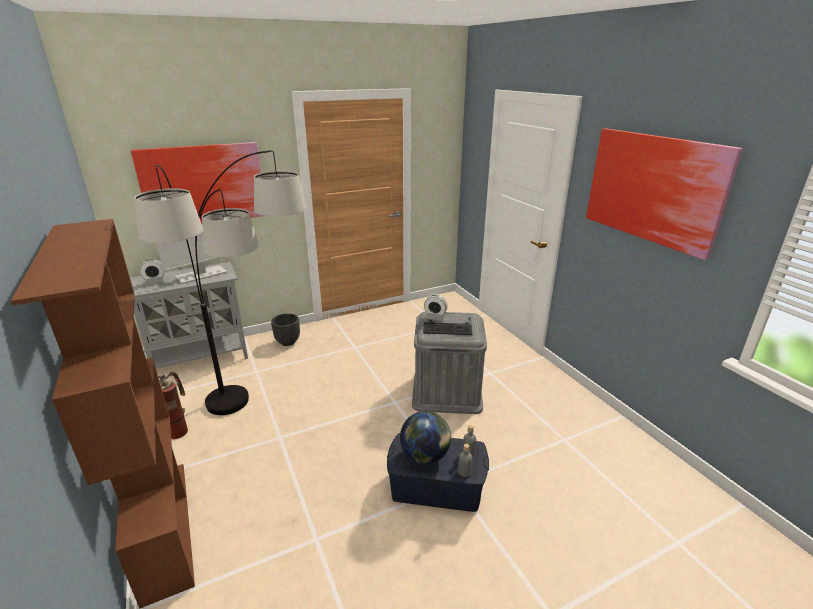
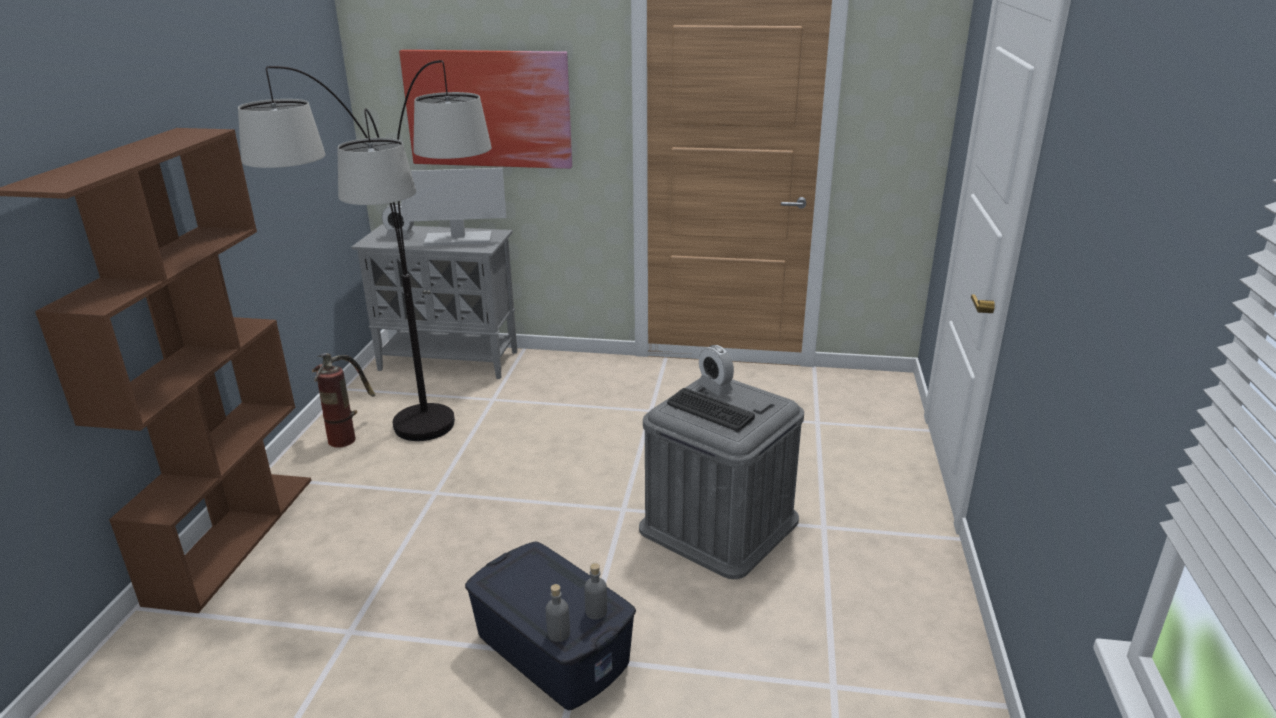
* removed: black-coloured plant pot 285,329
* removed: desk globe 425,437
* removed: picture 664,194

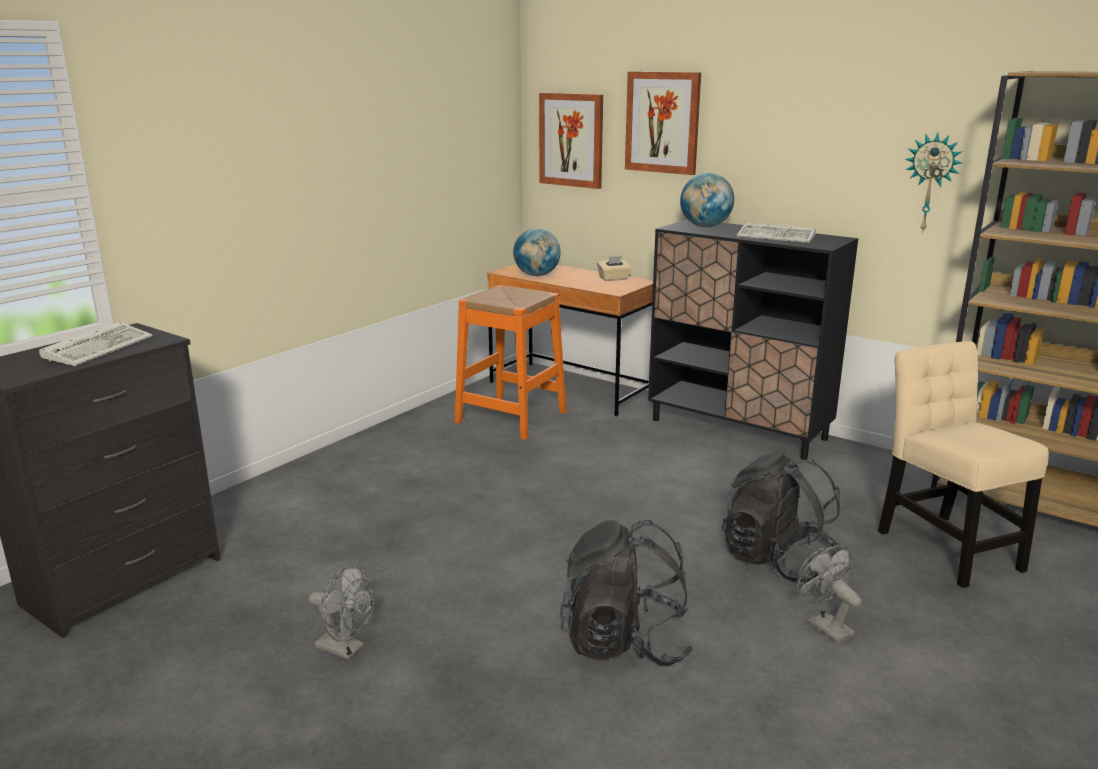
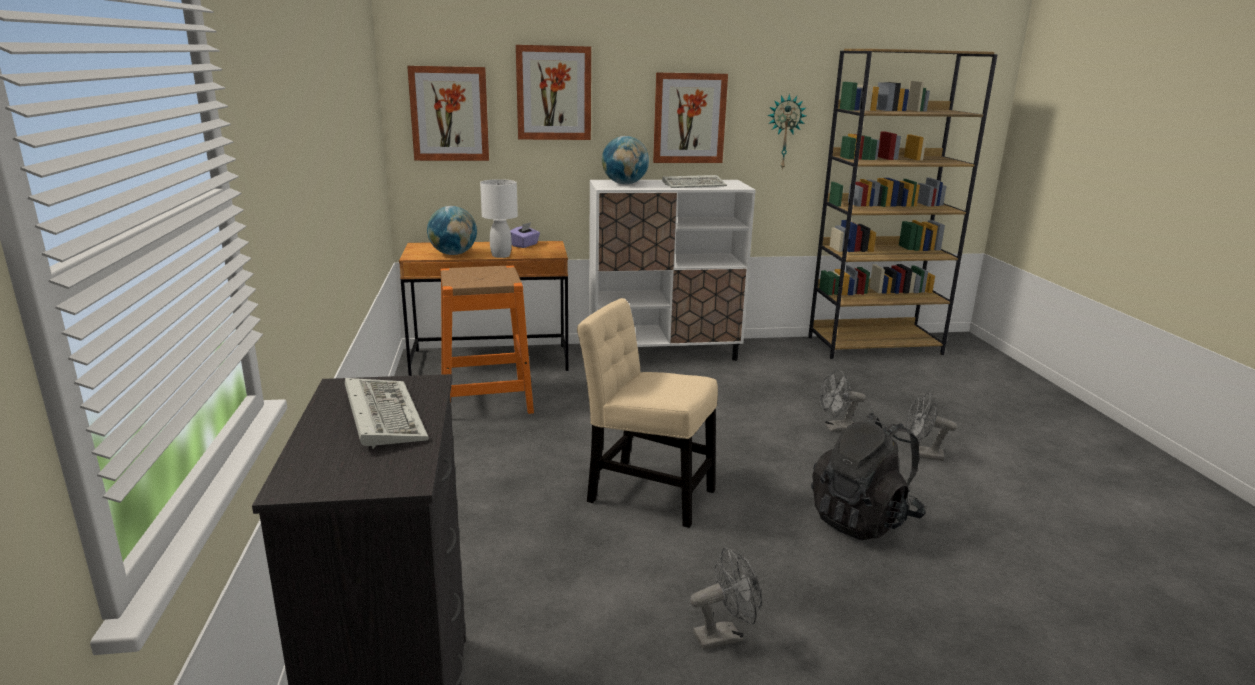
* added: white table lamp 499,218
* added: picture 690,117
* moved: beige chair 963,464 to 647,413
* replaced: black-coloured rucksack 781,516 to grey fan 843,401
* recoloured: beige tissue holder 614,268 to purple-coloured tissue holder 525,235
* recoloured: black-coloured cupboard 753,339 to white cupboard 672,270

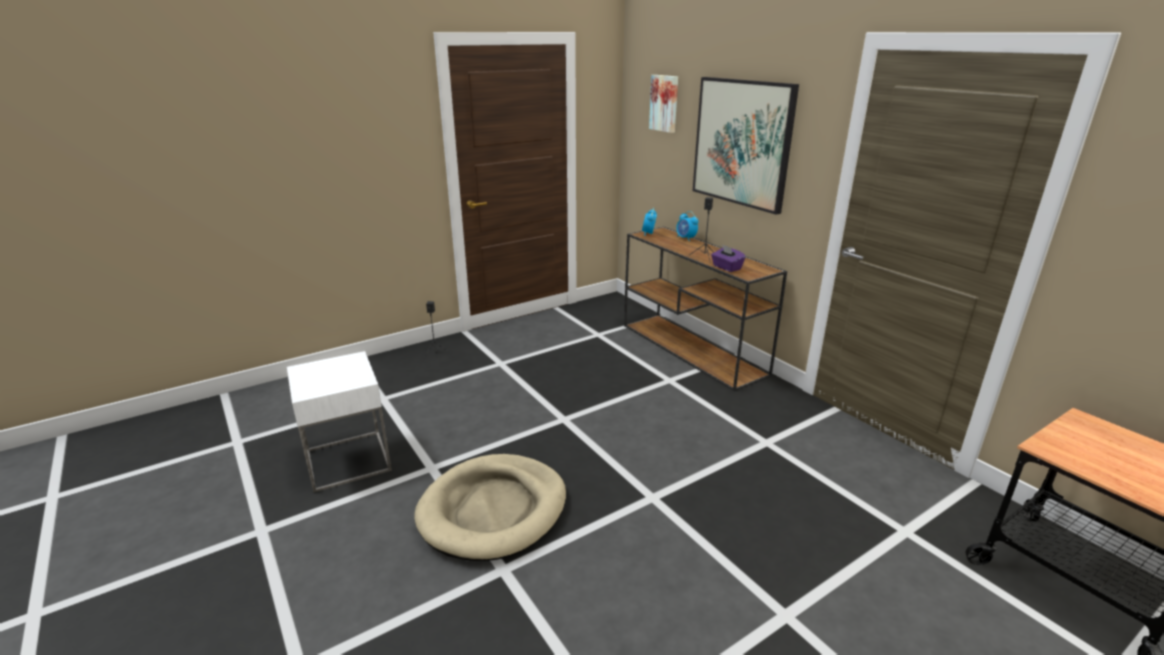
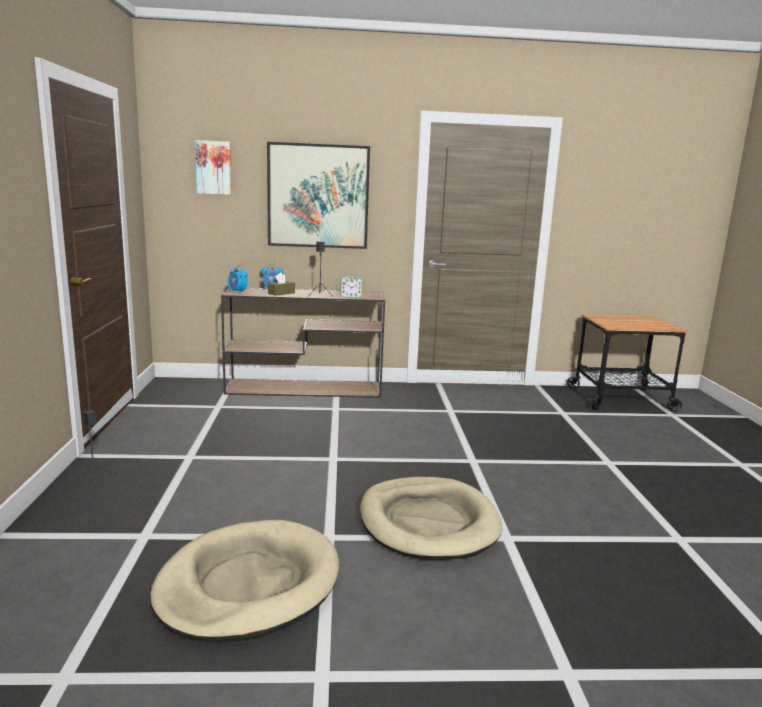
* added: brownish tissue holder 281,284
* replaced: white accent table 339,421 to beige dog cushion 244,581
* replaced: purple-coloured tissue holder 728,258 to bedside clock 351,287

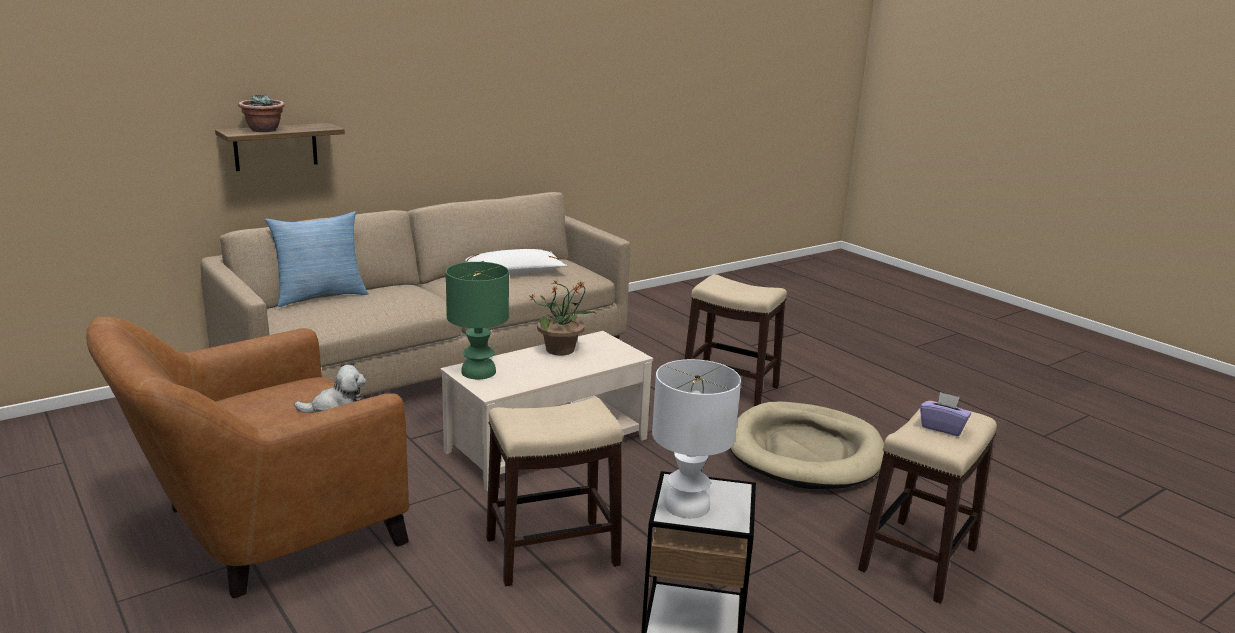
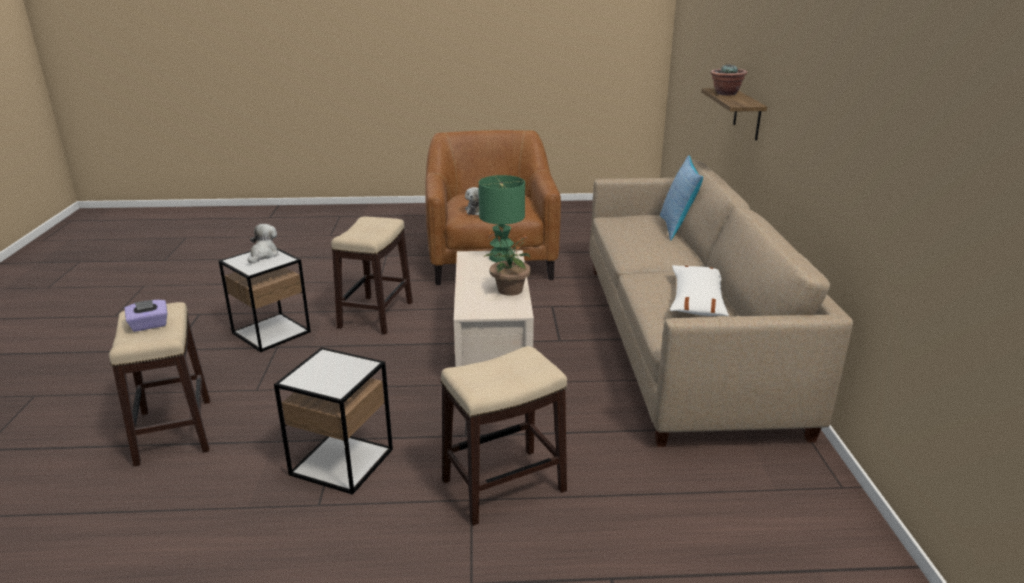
* replaced: white table lamp 696,438 to plush toy 263,244
* replaced: beige dog cushion 807,445 to accent table 333,421

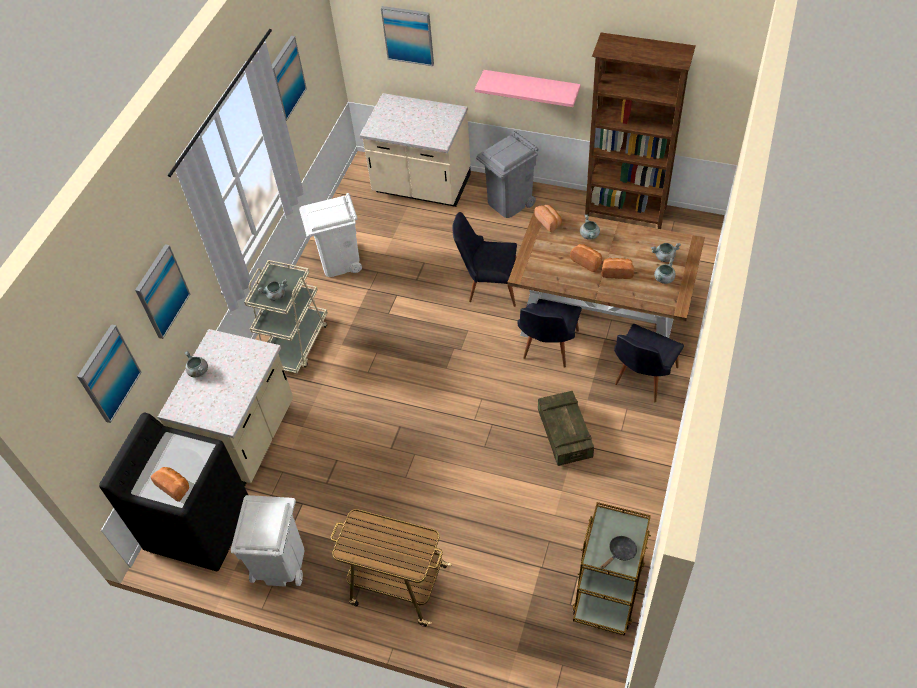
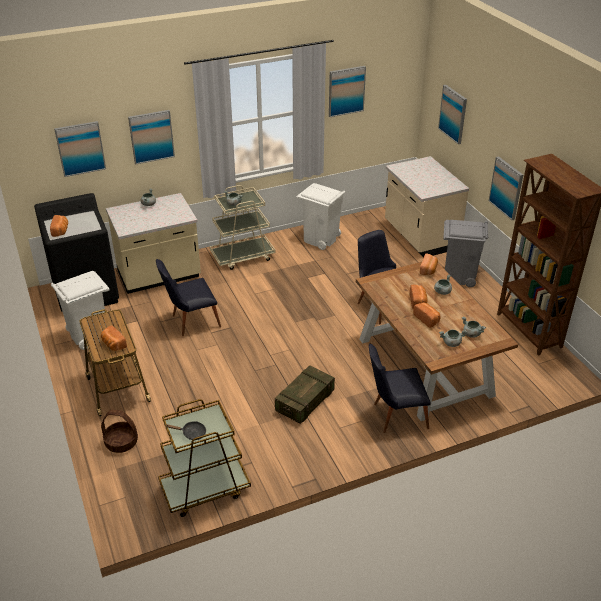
* added: baked bread 114,338
* added: basket 119,431
* moved: black-coloured chair 550,333 to 188,297
* replaced: pinkish wall shelf 528,88 to picture 506,188

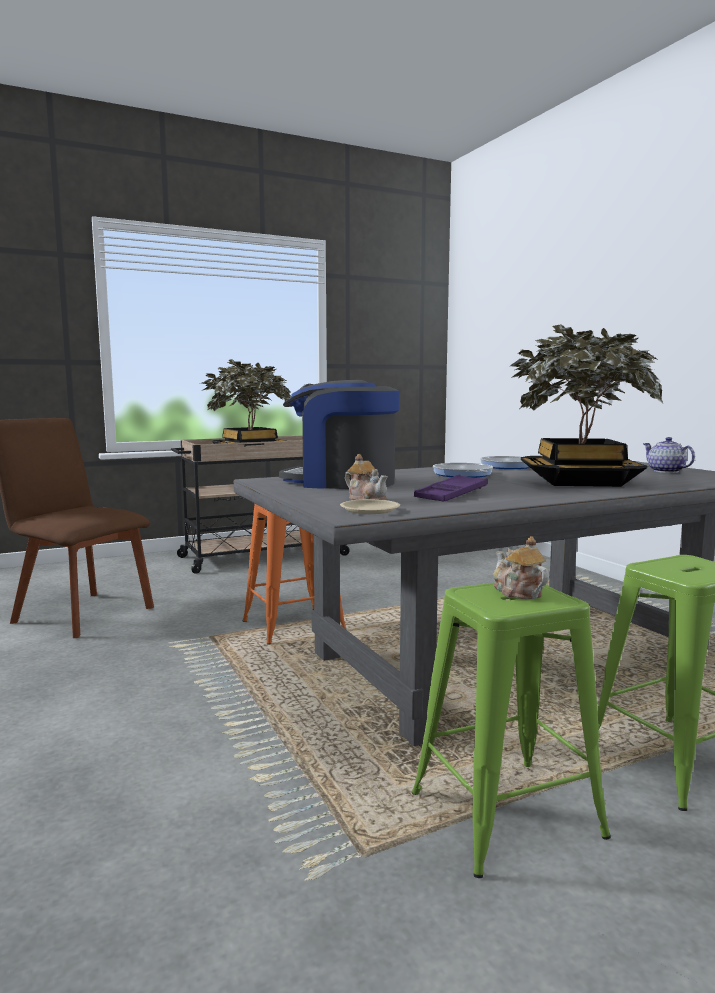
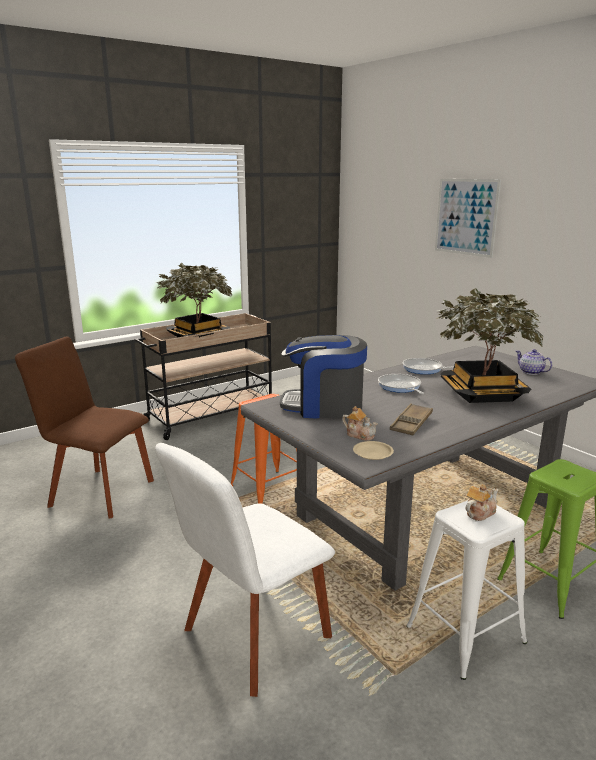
* added: white chair 245,570
* added: picture 468,218
* recoloured: greenish stool seat 511,730 to white stool seat 466,590
* recoloured: purple-coloured tray 451,488 to brownish tray 411,419
* turned: tea pot 521,567 = 481,502 90 degrees clockwise

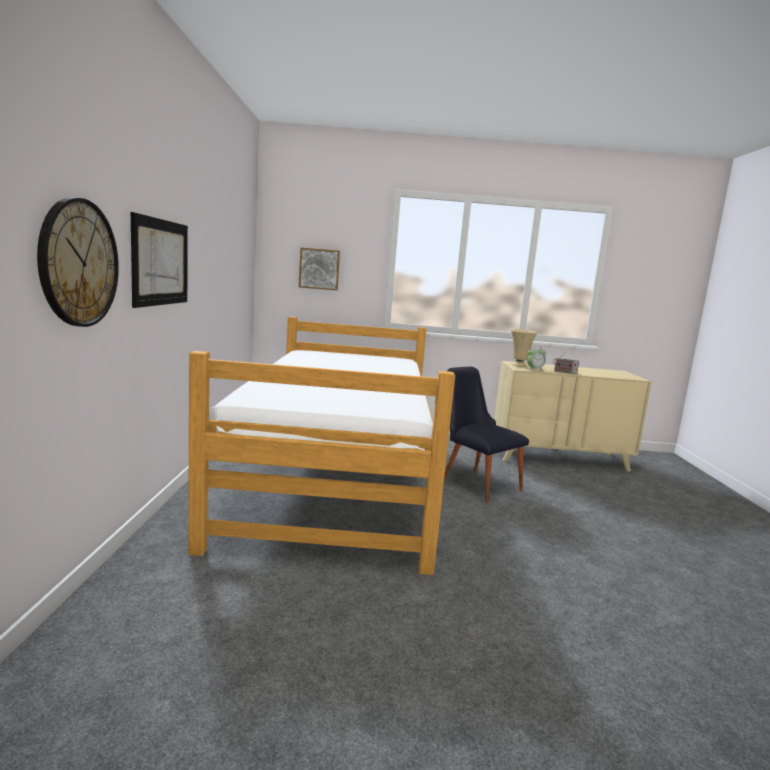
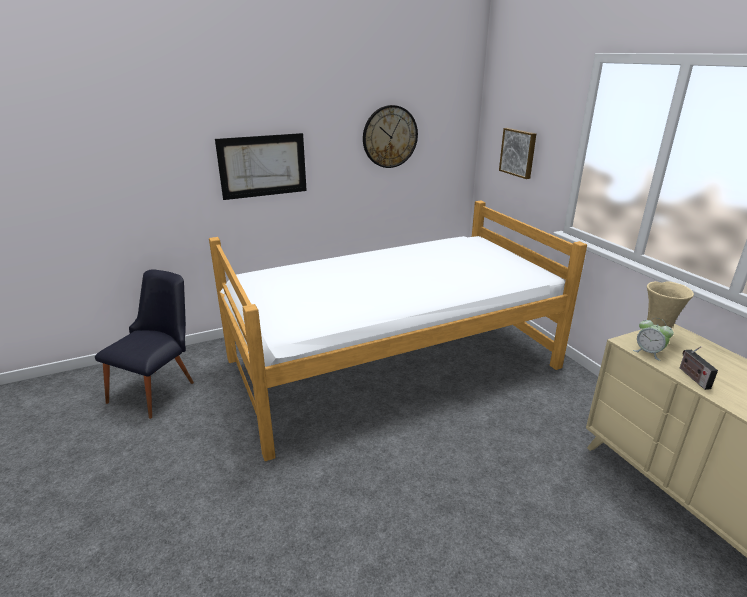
* moved: wall clock 78,262 to 390,136
* moved: black-coloured chair 486,434 to 144,344

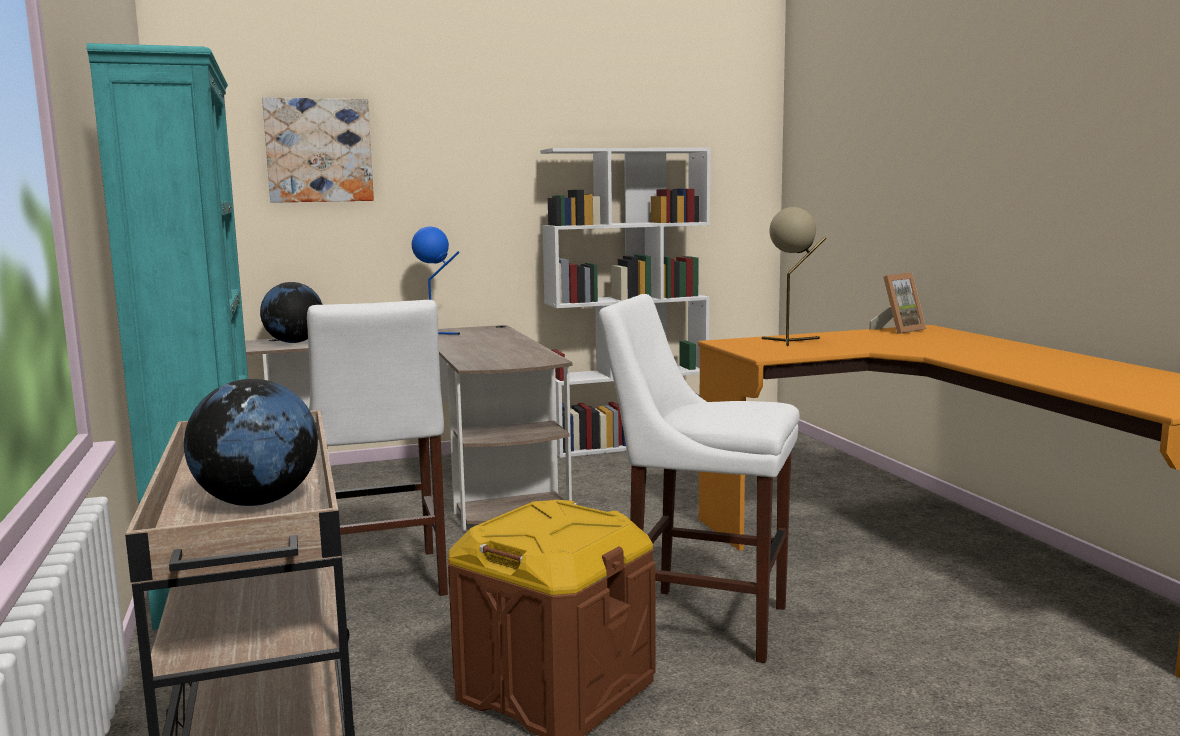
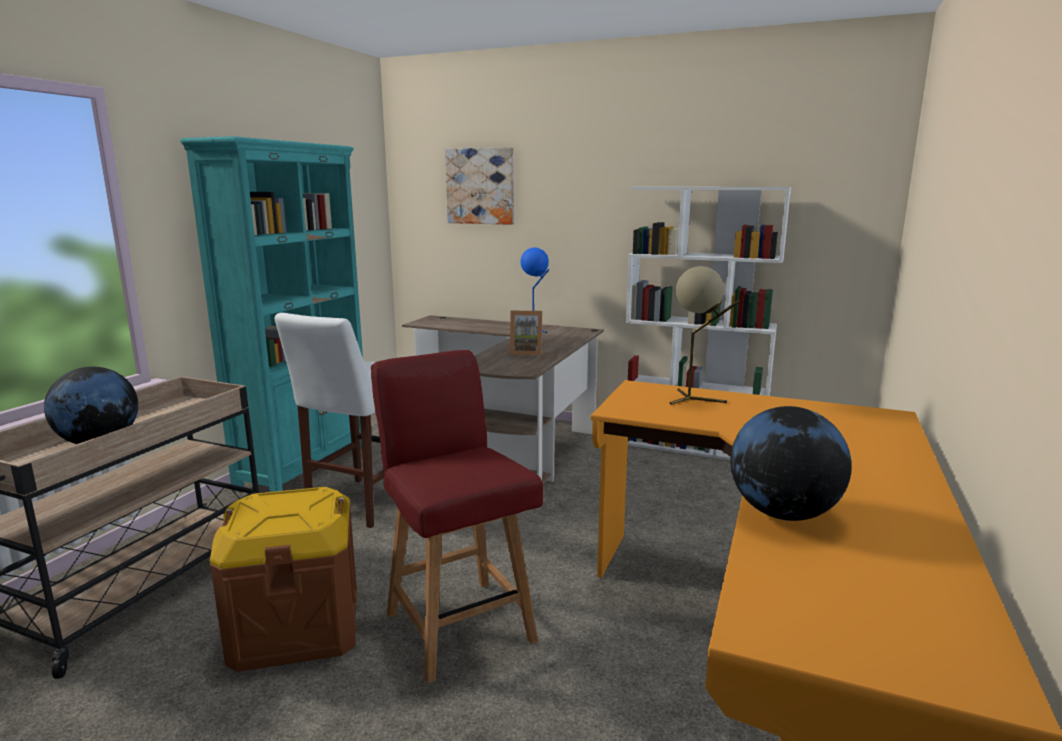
* moved: desk globe 291,312 to 791,463
* moved: standing frame 897,303 to 526,333
* replaced: white stool seat 699,478 to red-coloured chair 457,517

